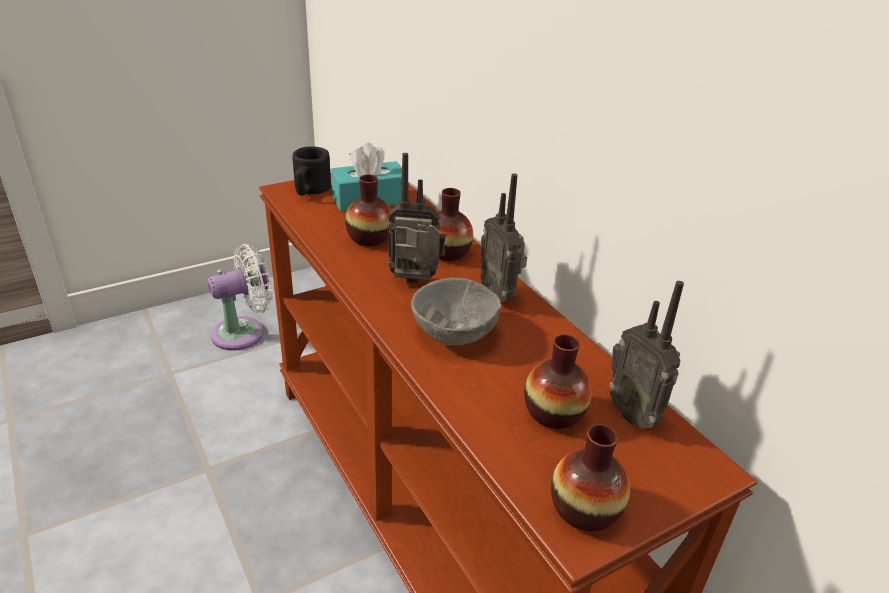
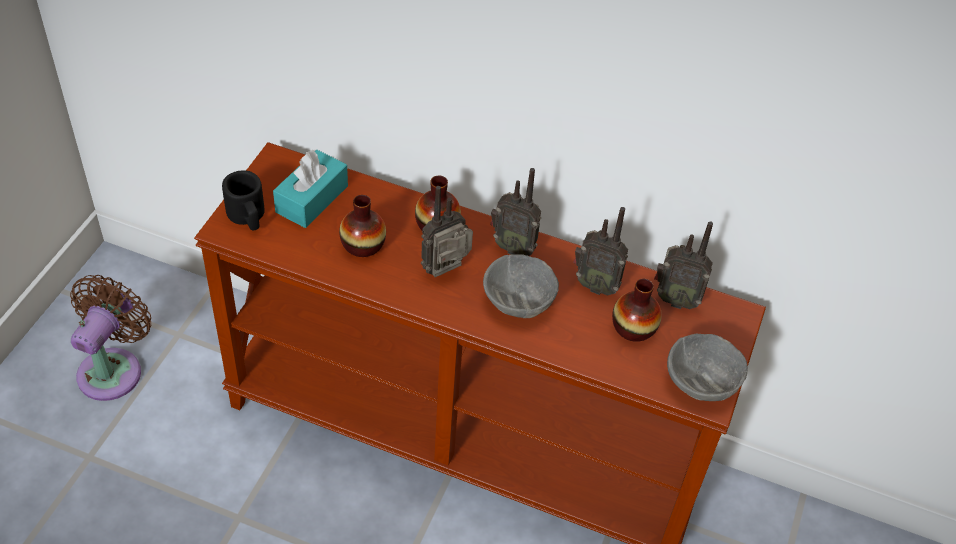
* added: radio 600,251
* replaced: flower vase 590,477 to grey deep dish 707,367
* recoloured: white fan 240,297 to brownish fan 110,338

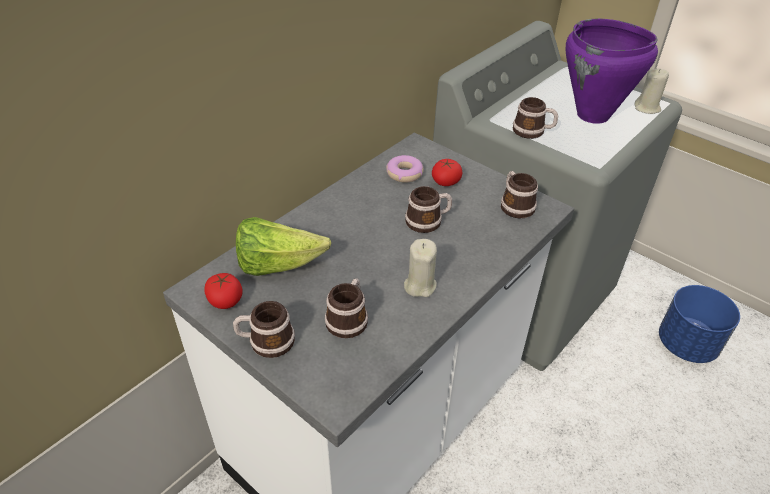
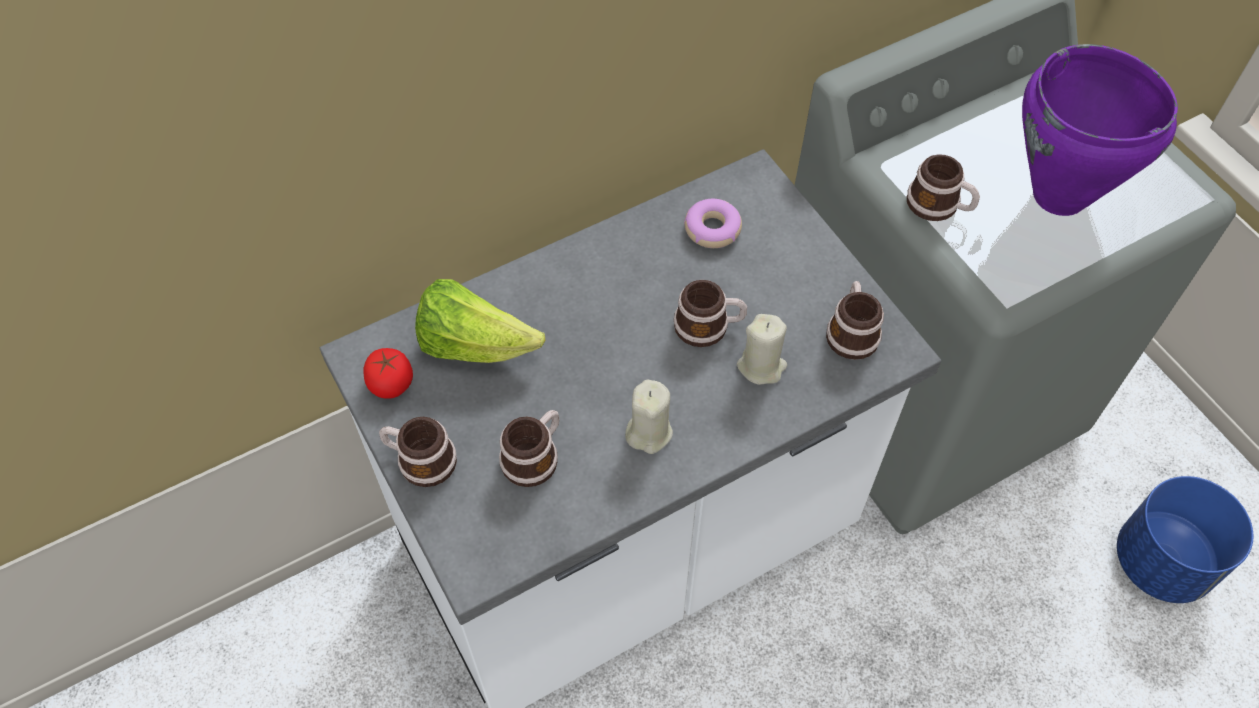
* removed: fresh tomato 447,172
* moved: beige wax light 651,91 to 762,349

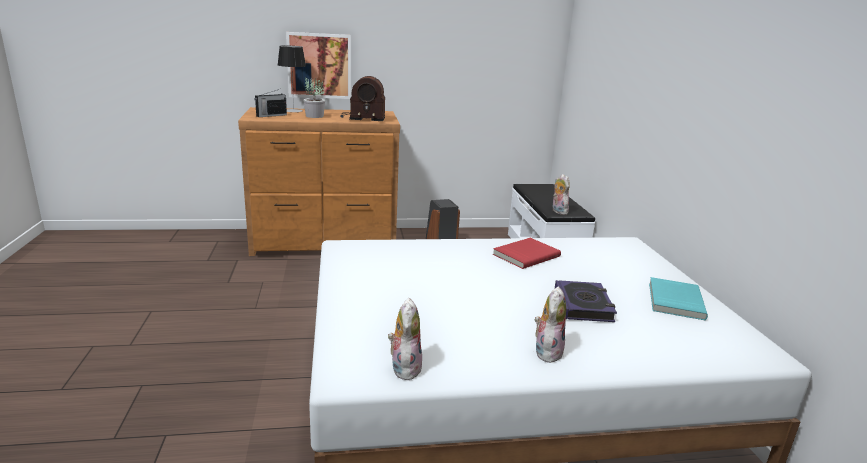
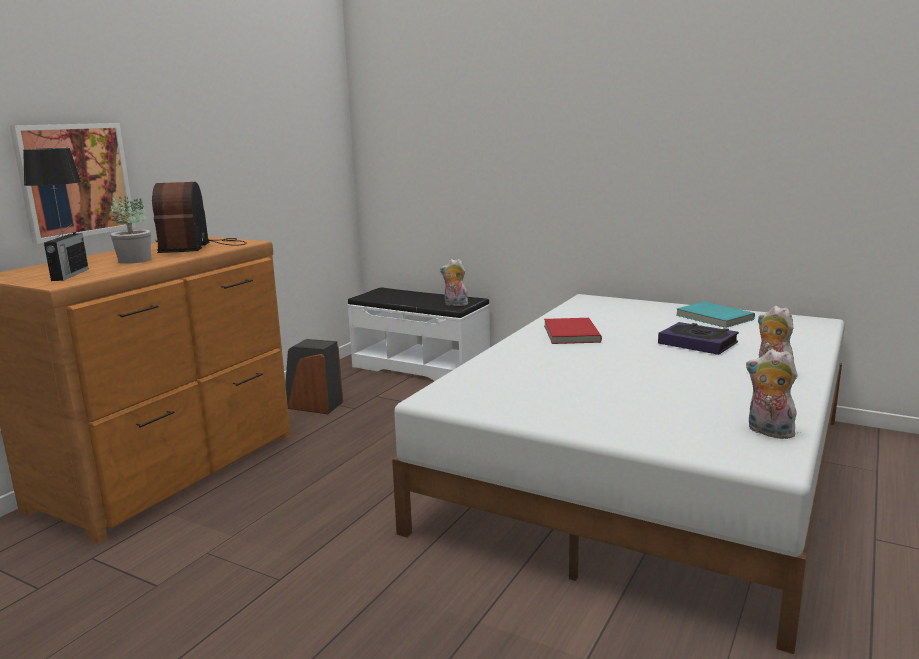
* turned: radio 363,98 = 199,217 135 degrees clockwise

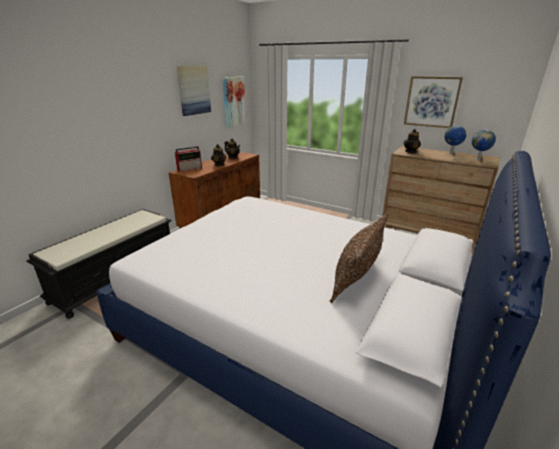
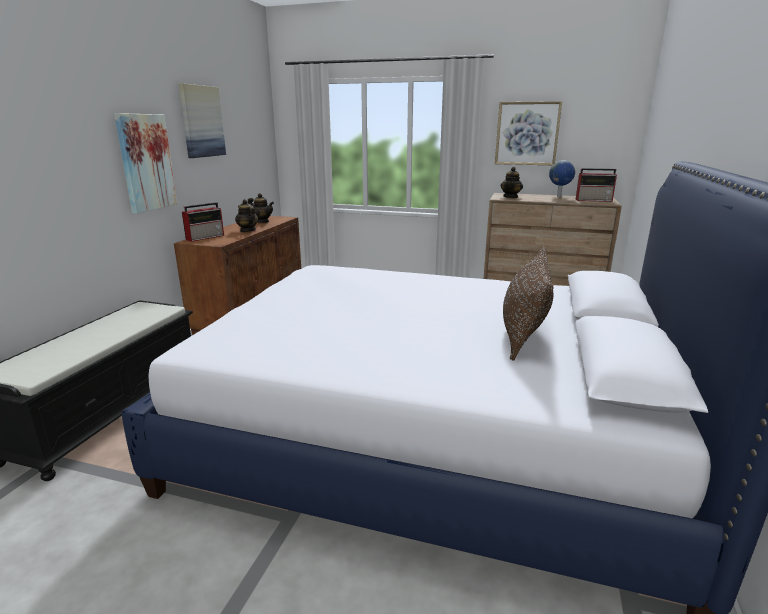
* moved: picture 234,102 to 145,163
* replaced: desk globe 484,145 to radio 596,185

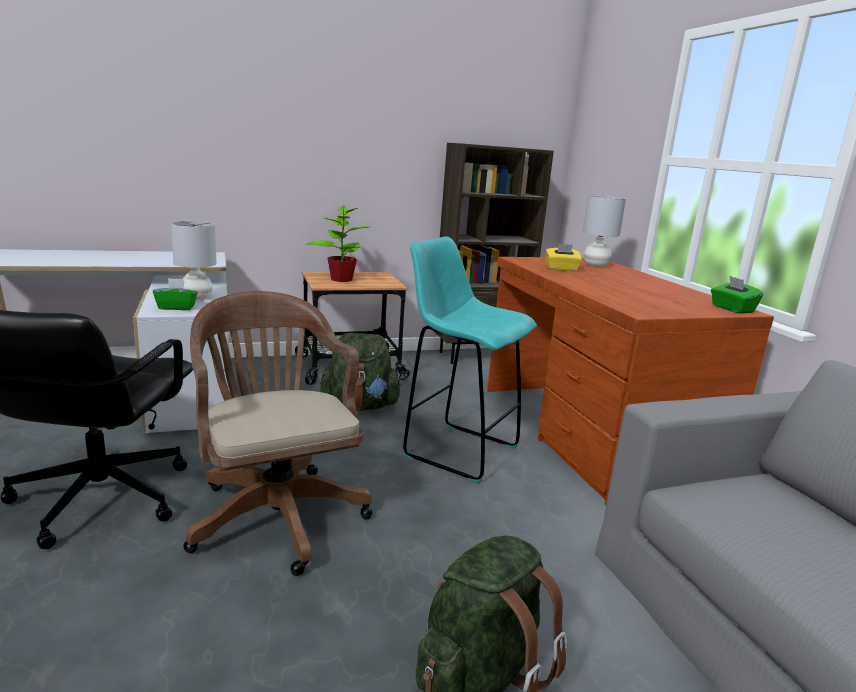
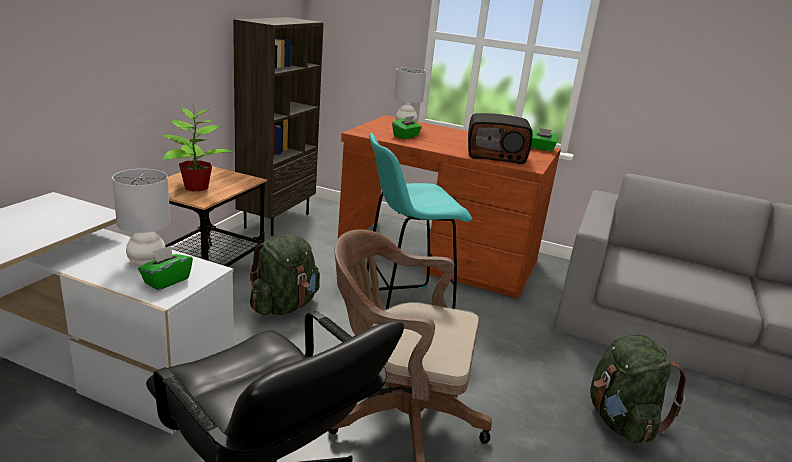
* added: radio 500,138
* recoloured: yellow-coloured tissue holder 563,257 to greenish tissue holder 407,127

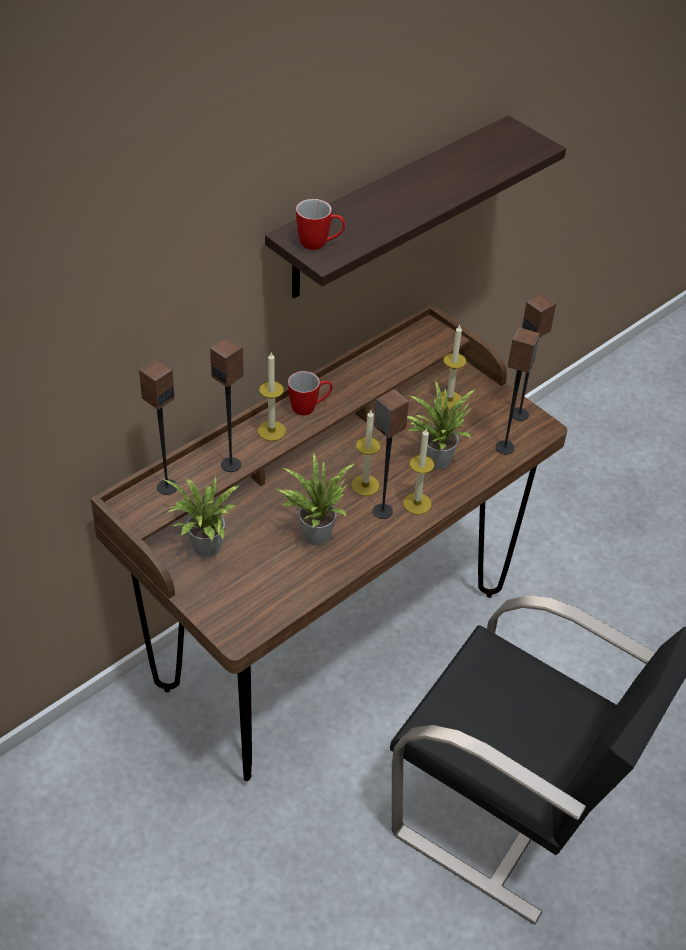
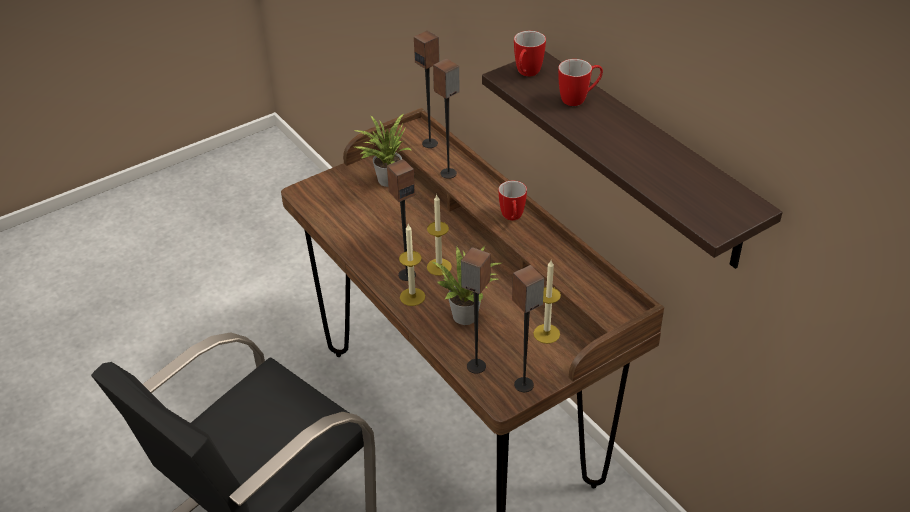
* removed: wax light 272,396
* removed: houseplant 314,499
* added: tea mug 580,82

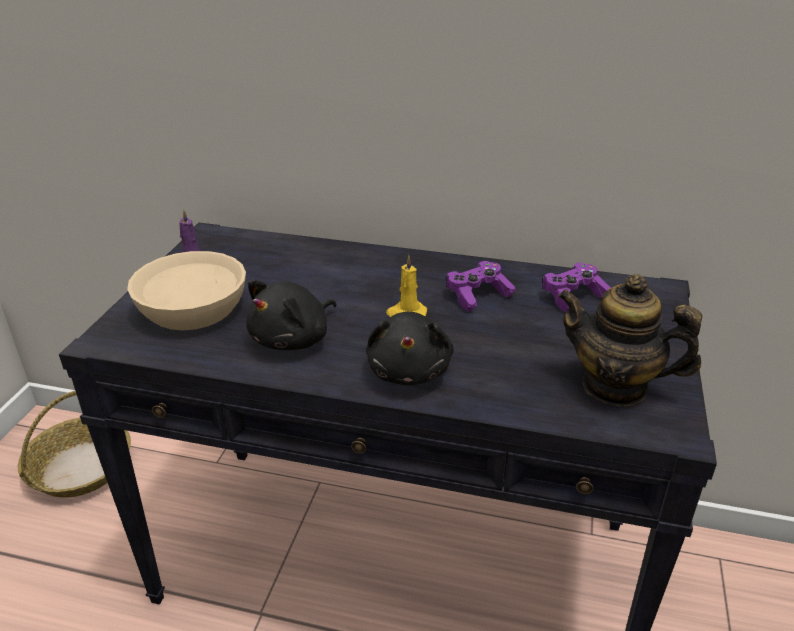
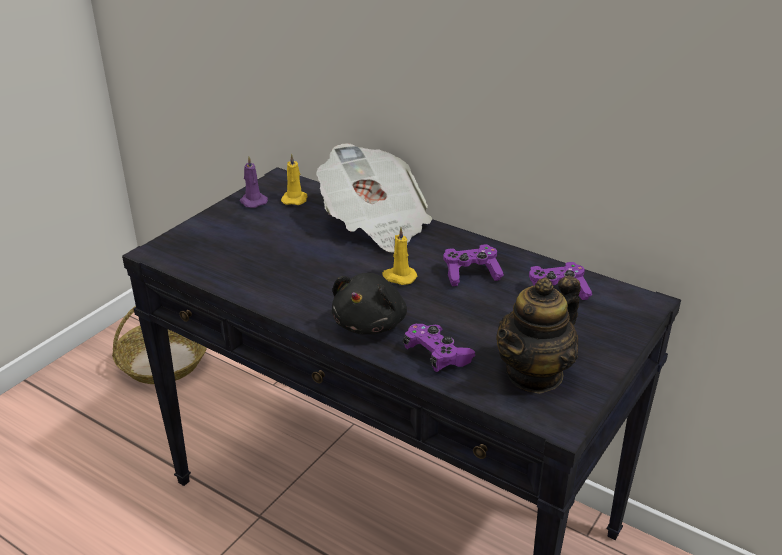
* removed: beige deep dish 186,290
* removed: black-coloured plush toy 291,315
* added: yellow-coloured wax light 294,179
* added: daily paper 374,198
* added: purple-coloured game controller 439,348
* turned: tea pot 630,340 = 539,335 90 degrees counterclockwise

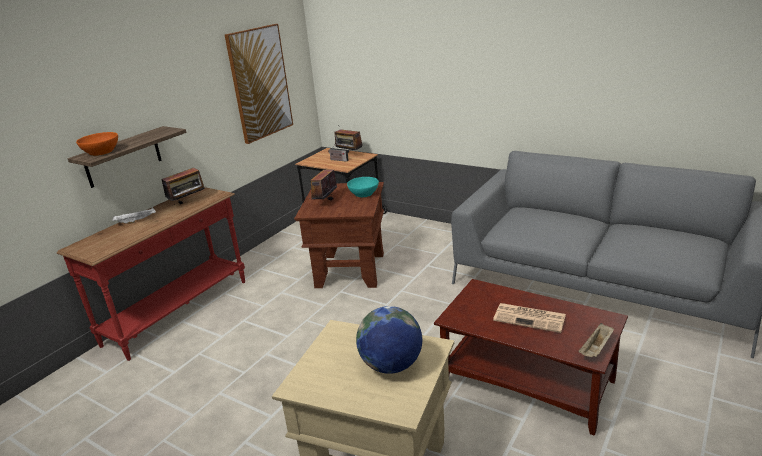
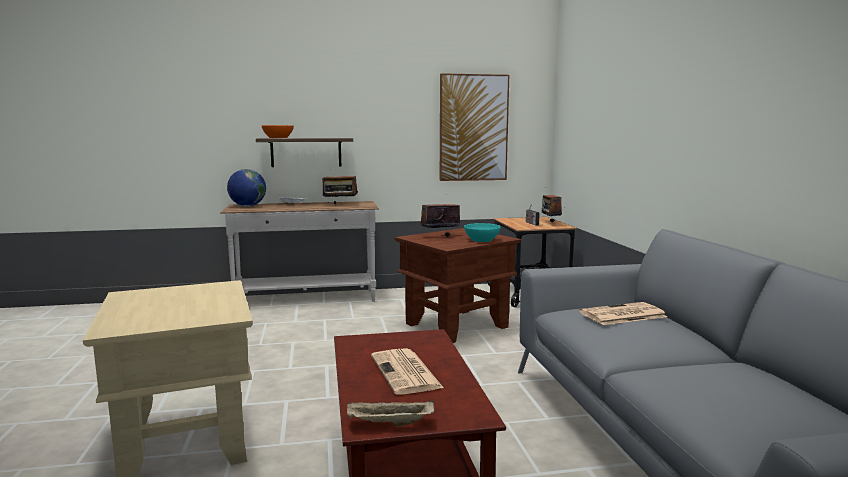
* added: daily paper 623,313
* moved: desk globe 389,340 to 246,187
* recoloured: red-coloured narrow table 151,274 to white narrow table 299,251

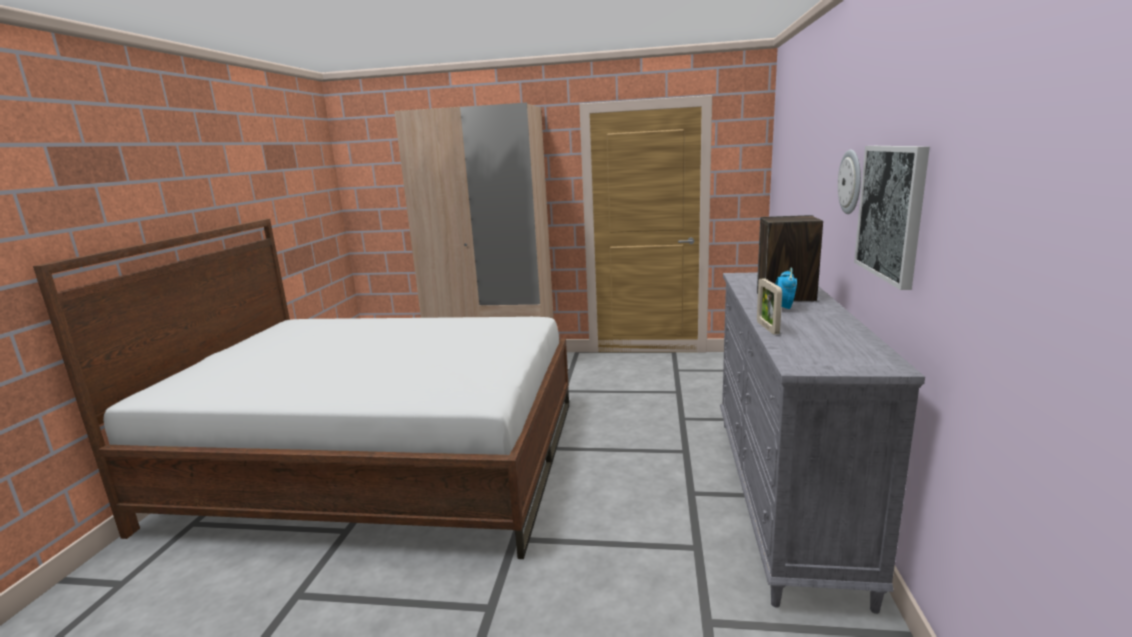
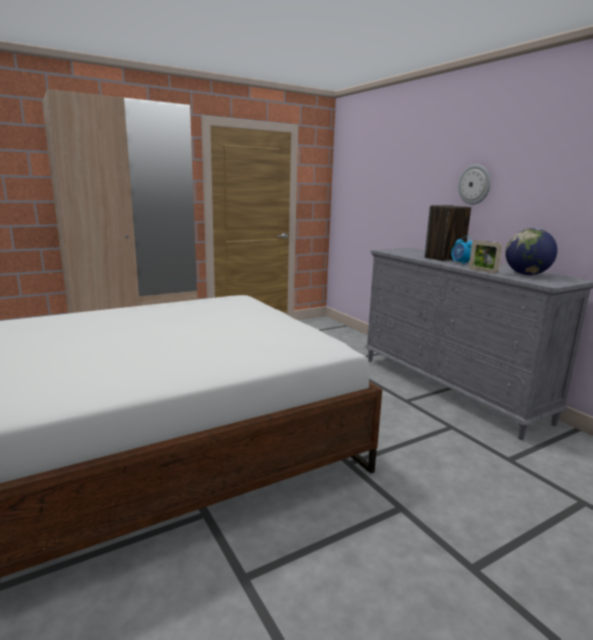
* removed: picture 892,218
* added: desk globe 531,251

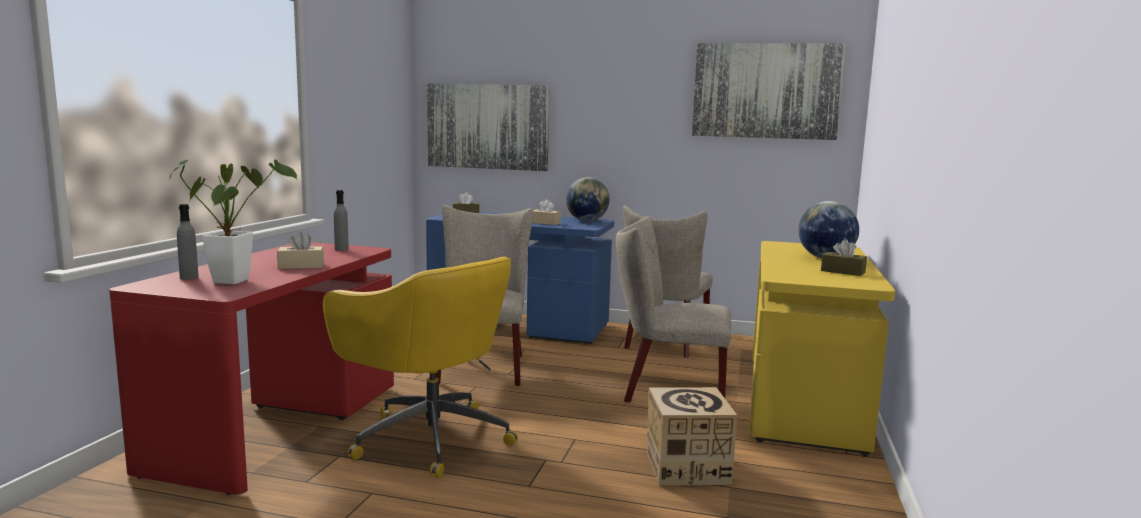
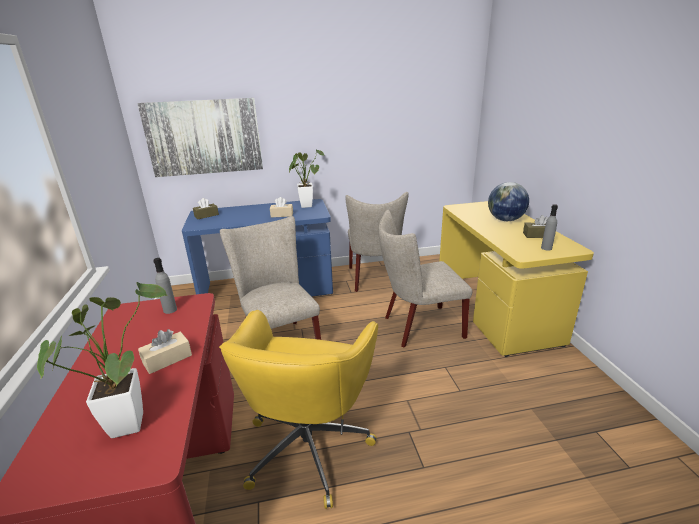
* removed: packing box 692,436
* removed: picture 769,91
* moved: grey bottle 188,242 to 549,227
* replaced: desk globe 587,199 to houseplant 307,178
* turned: yellow-coloured desk chair 420,367 = 298,409 90 degrees clockwise

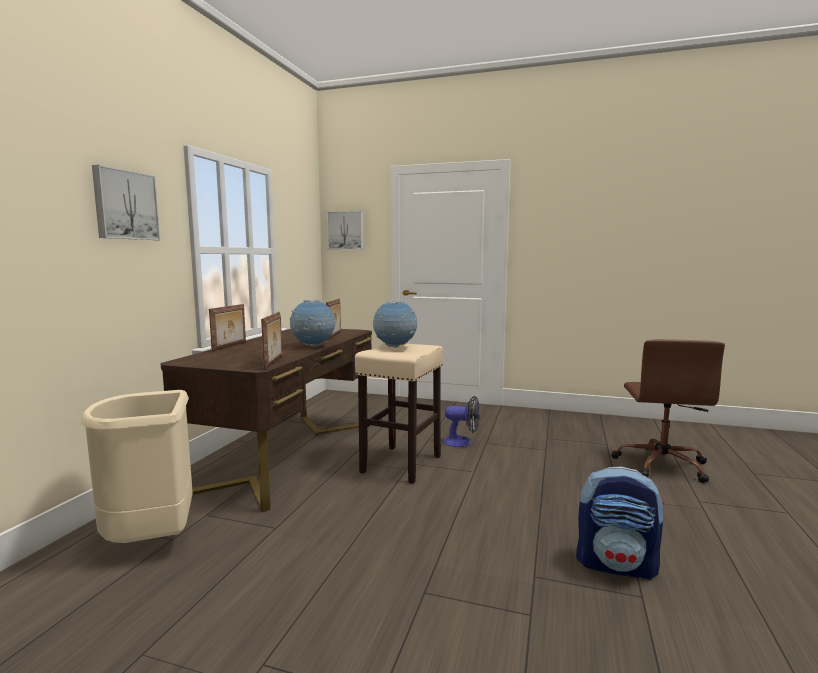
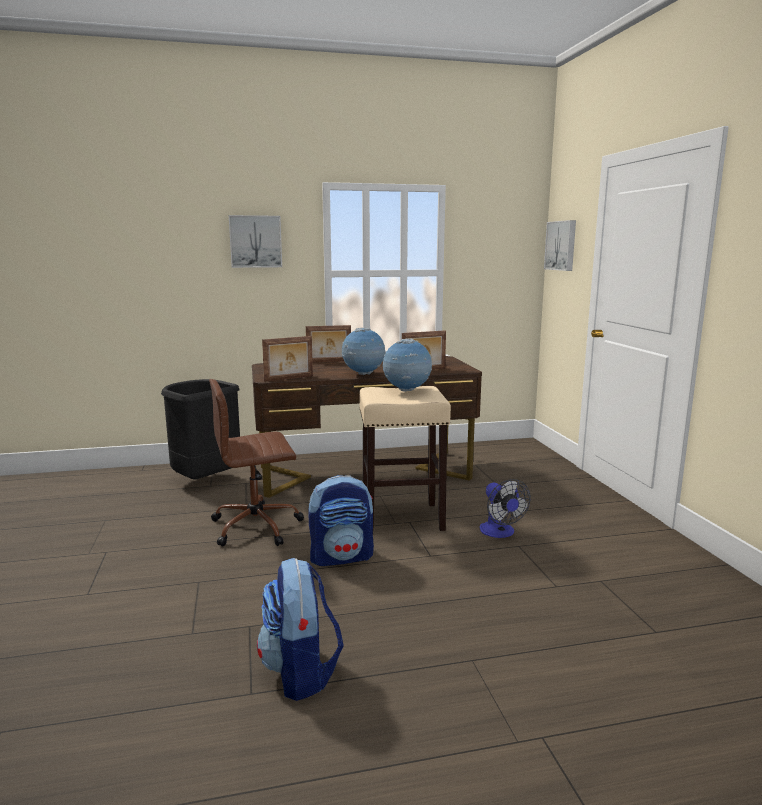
* added: rucksack 341,520
* moved: brownish desk chair 668,411 to 256,463
* recoloured: beige trash can 137,466 to black-coloured trash can 200,429

